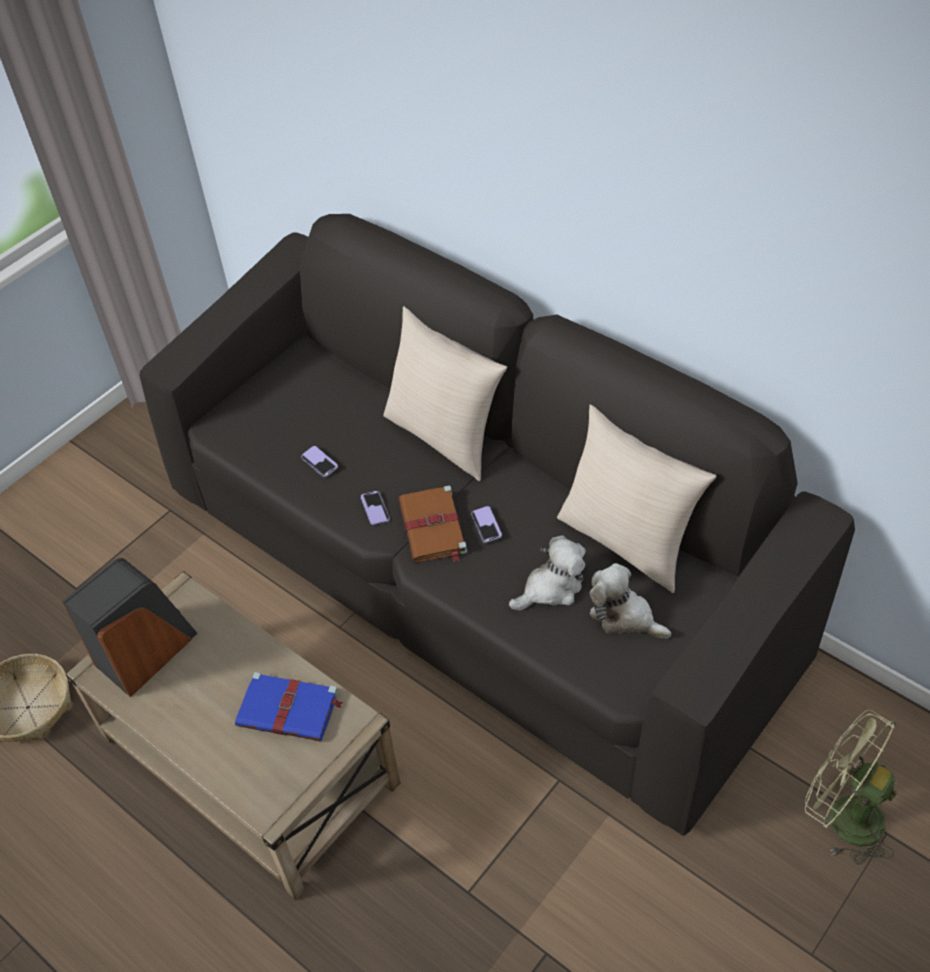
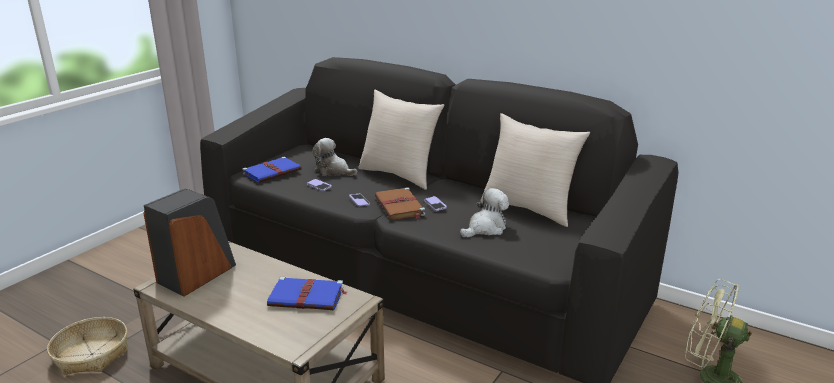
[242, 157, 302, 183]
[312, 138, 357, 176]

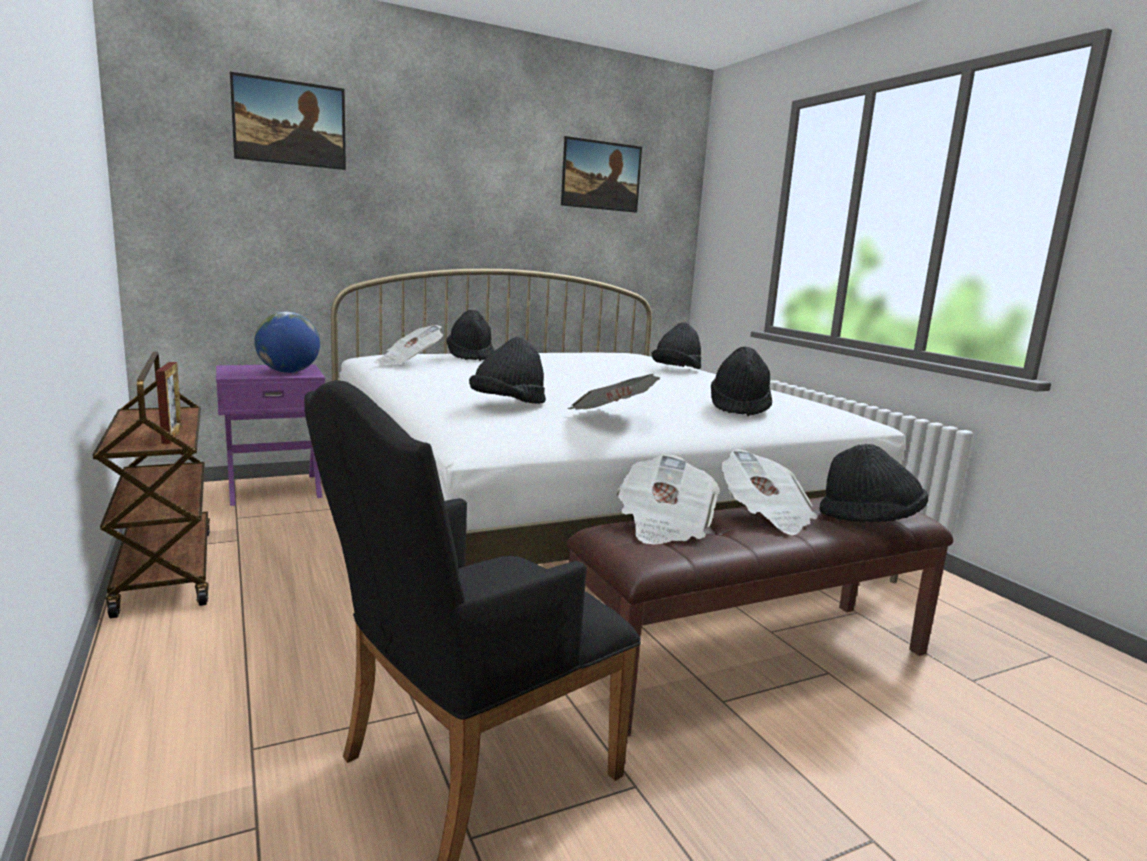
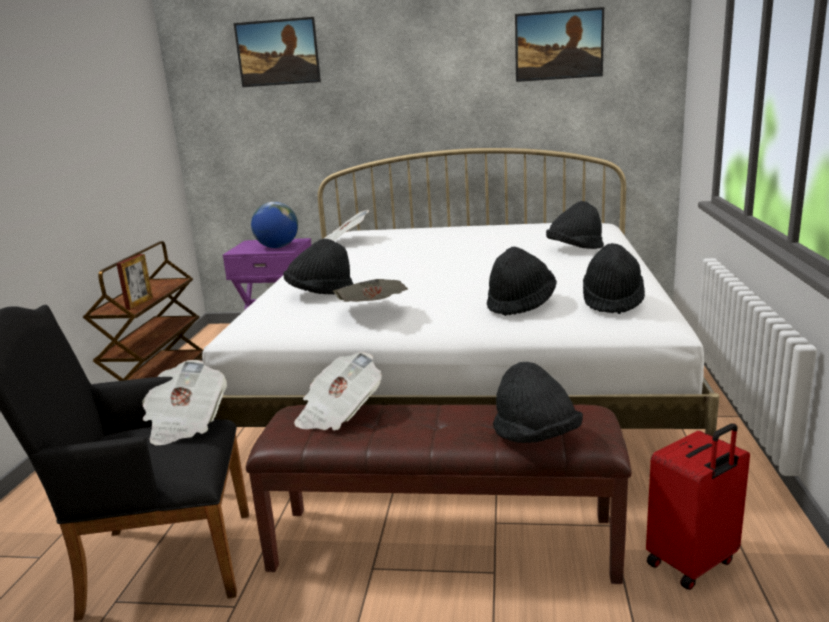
[142, 360, 227, 446]
[583, 243, 645, 314]
[646, 423, 750, 590]

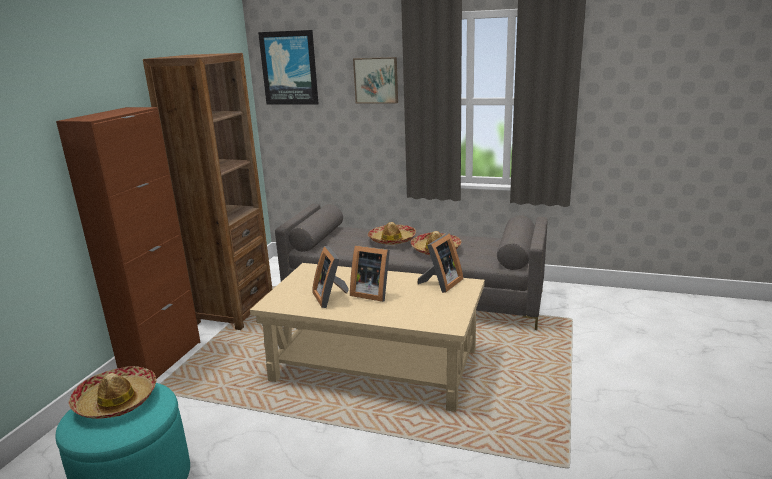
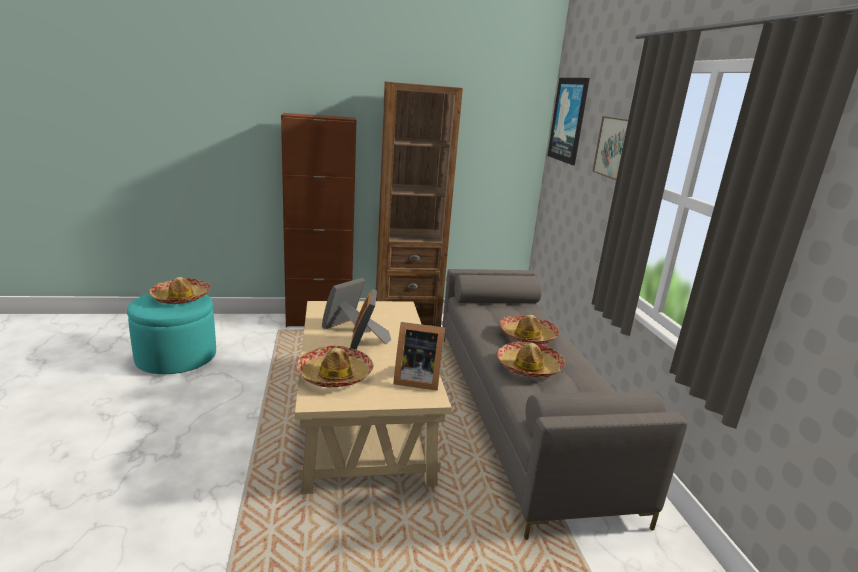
[297, 345, 374, 387]

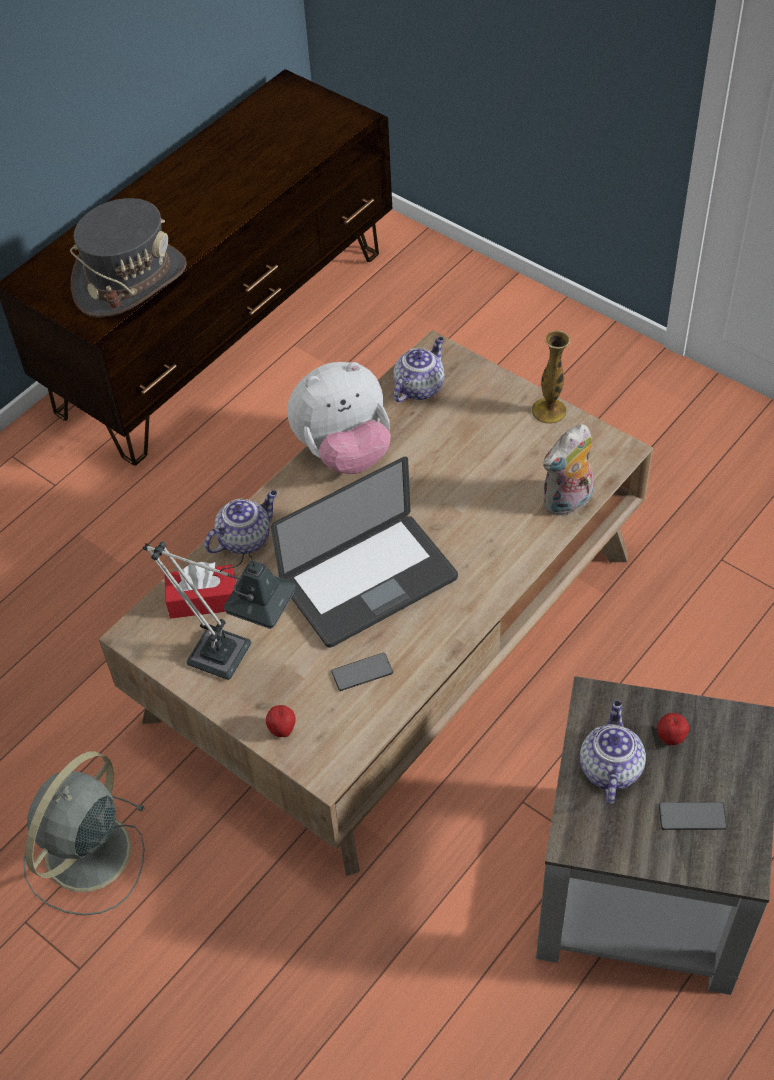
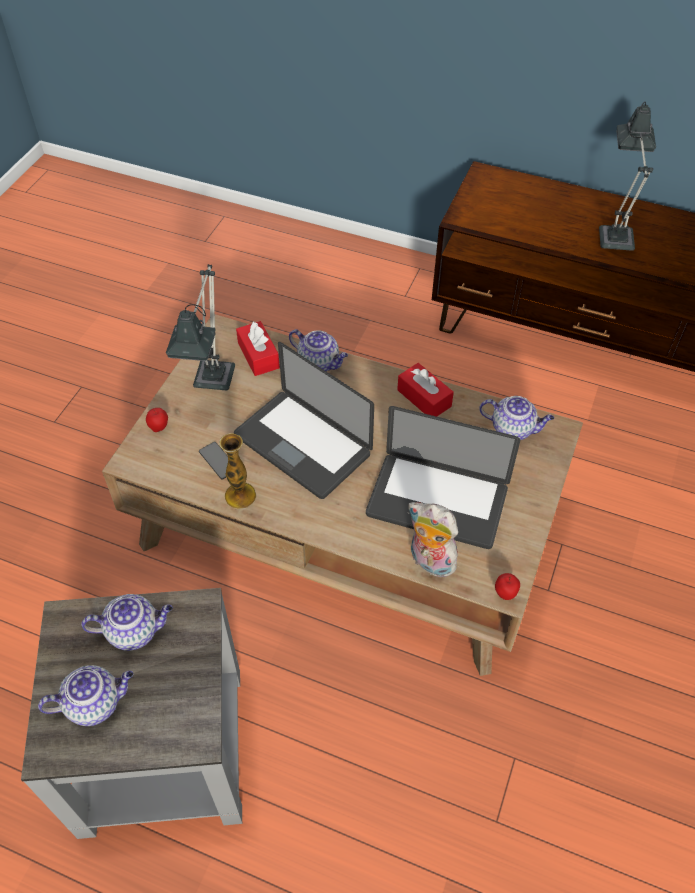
[38, 665, 133, 726]
[219, 433, 257, 509]
[366, 406, 520, 549]
[397, 363, 454, 417]
[495, 573, 520, 600]
[599, 102, 656, 251]
[24, 751, 145, 915] (first image)
[70, 198, 187, 318] (first image)

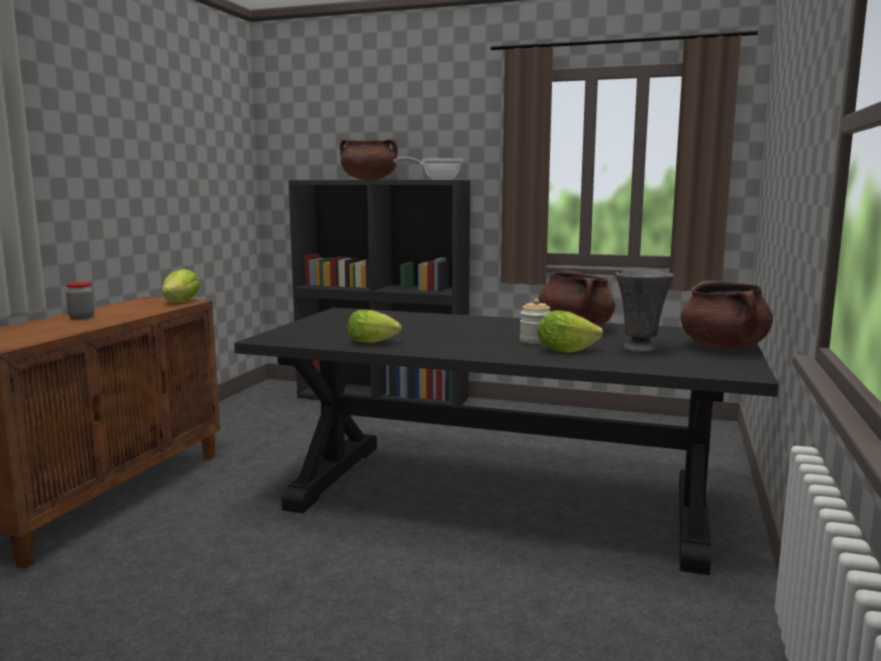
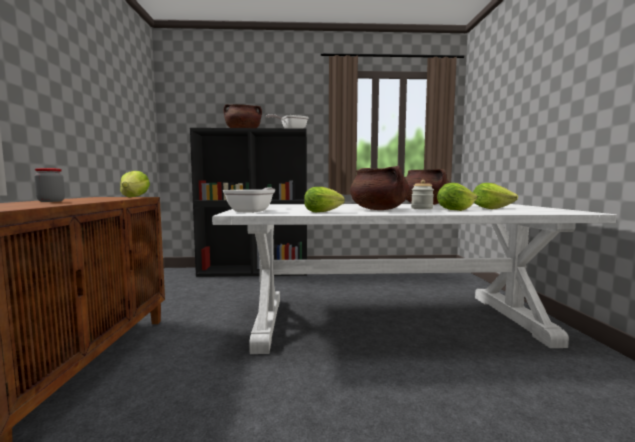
[212, 204, 617, 354]
[223, 187, 275, 213]
[350, 166, 409, 210]
[473, 183, 518, 209]

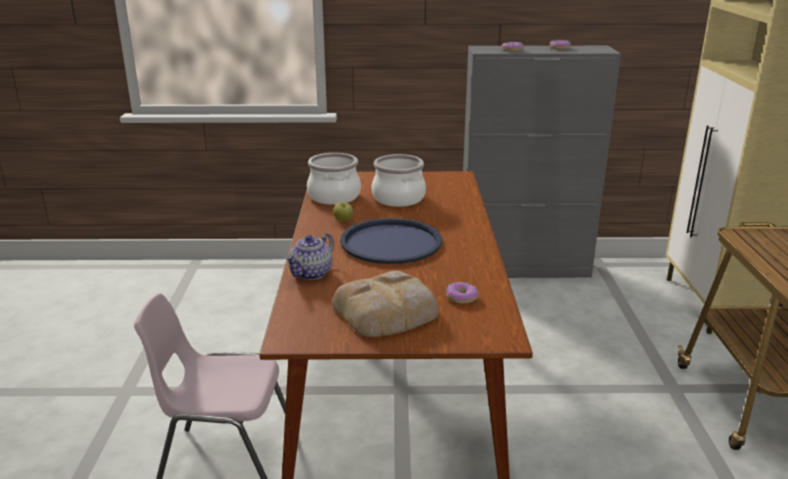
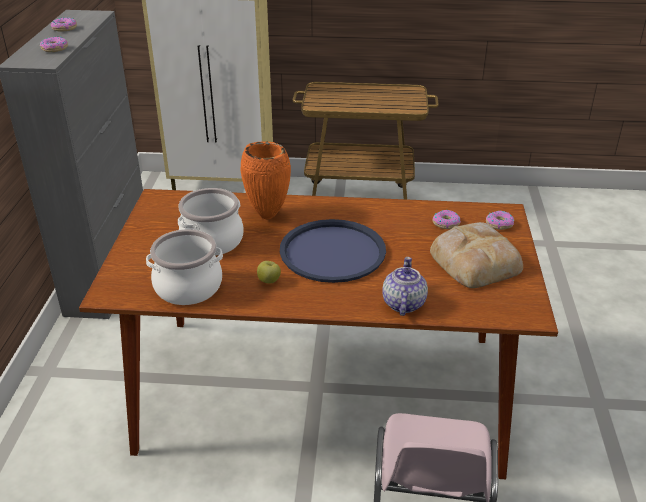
[241, 141, 291, 219]
[382, 257, 428, 316]
[486, 211, 514, 230]

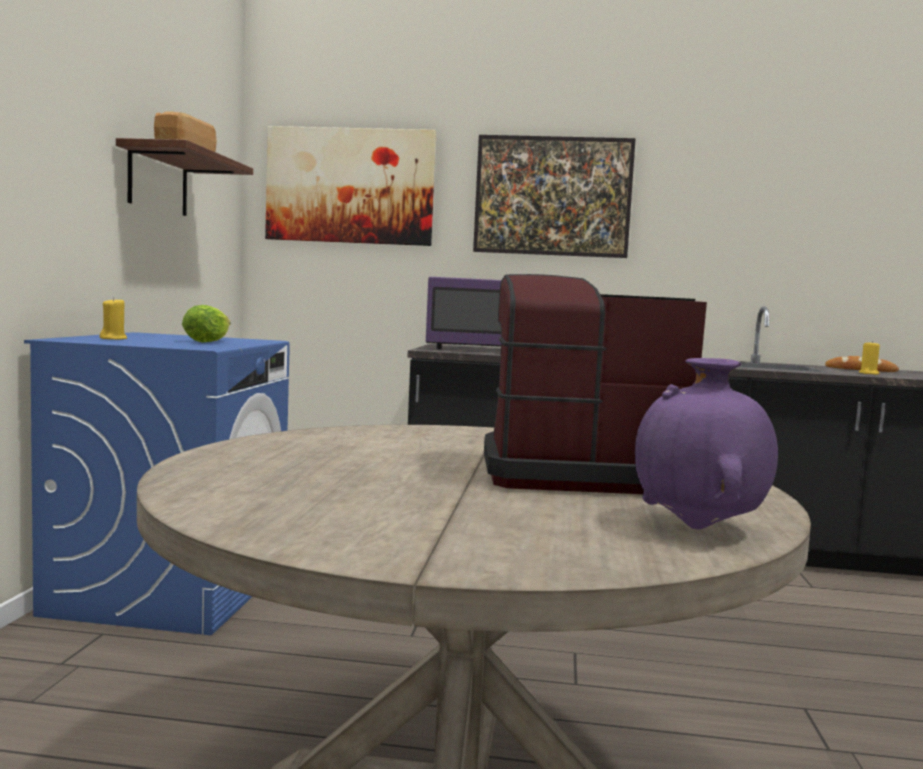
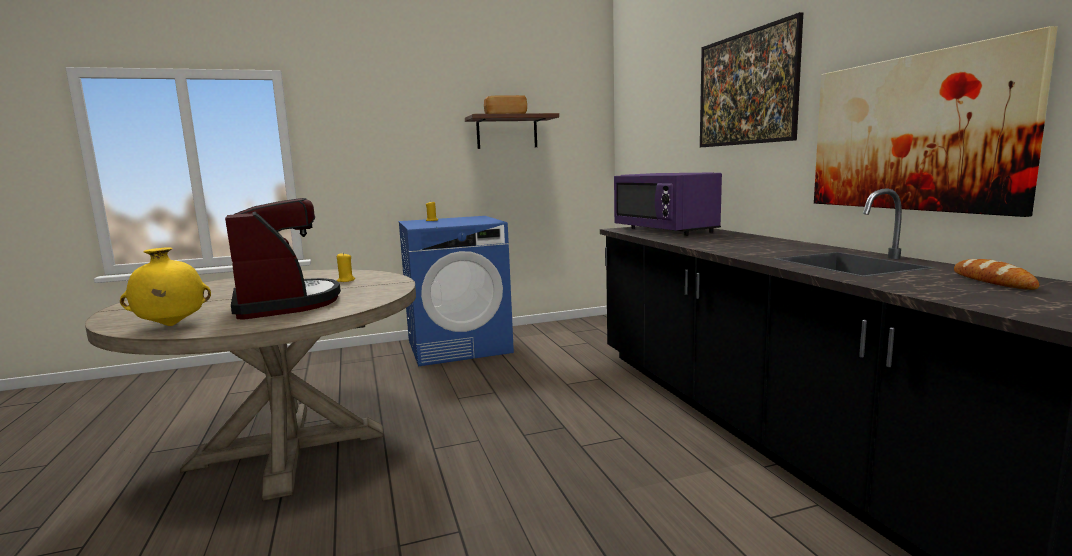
[120, 247, 211, 326]
[336, 253, 355, 282]
[814, 26, 1058, 217]
[182, 305, 230, 343] (first image)

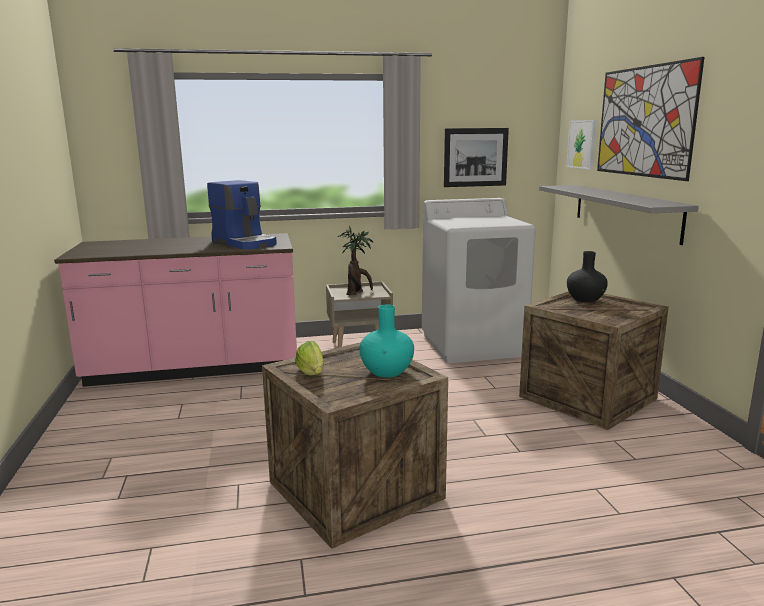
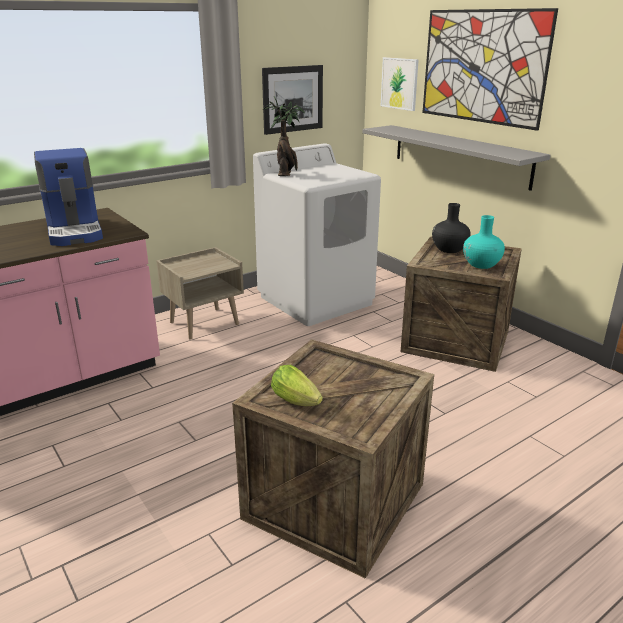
[34, 148, 103, 246]
[263, 97, 305, 176]
[463, 215, 505, 269]

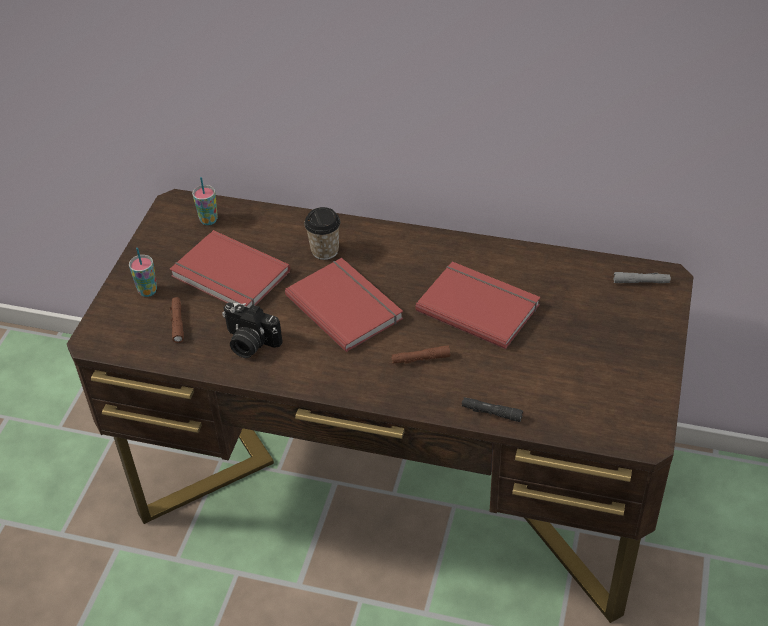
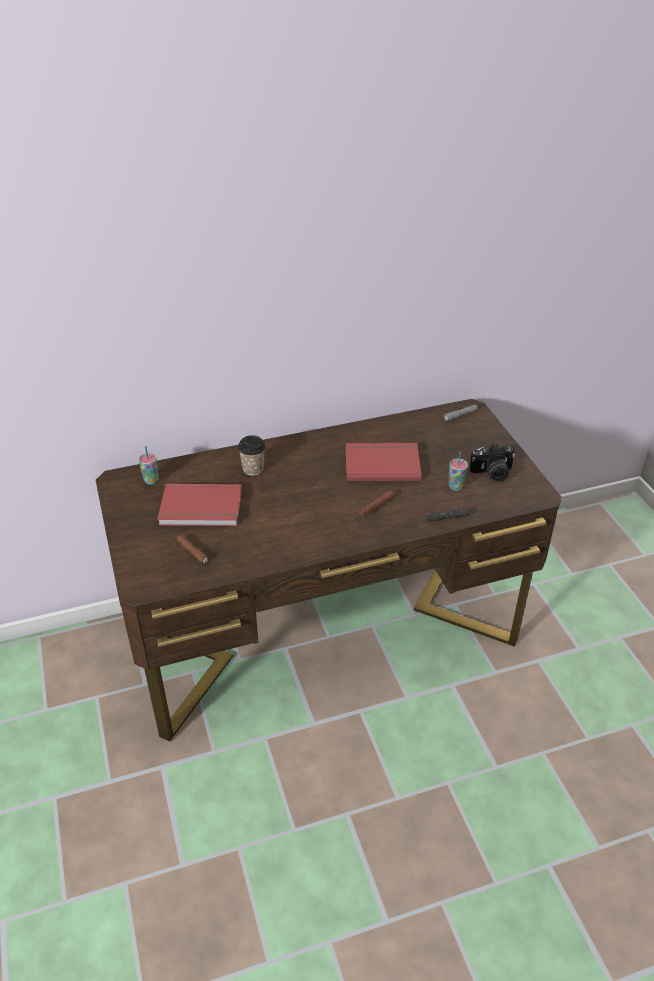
[449, 452, 468, 491]
[469, 444, 515, 482]
[285, 258, 403, 352] (first image)

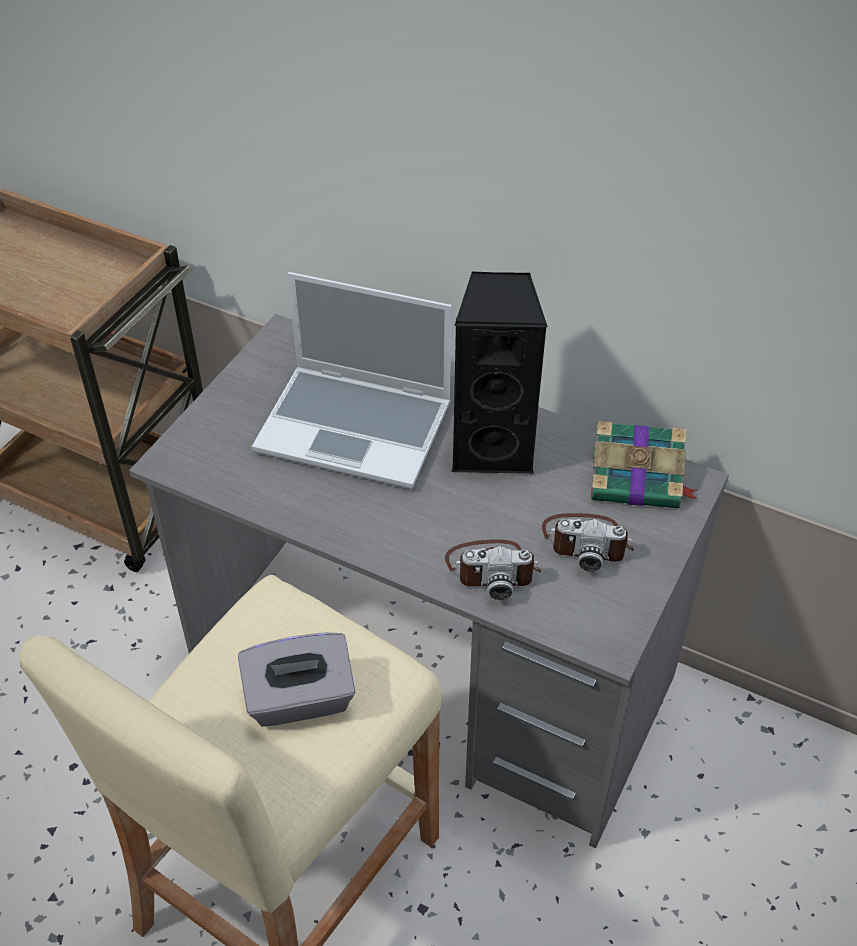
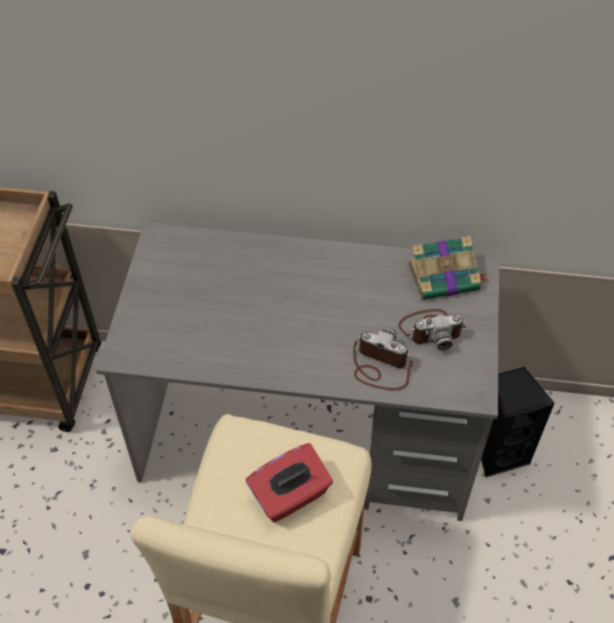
[246, 443, 333, 523]
[353, 327, 413, 390]
[481, 367, 555, 477]
[252, 272, 452, 489] (first image)

